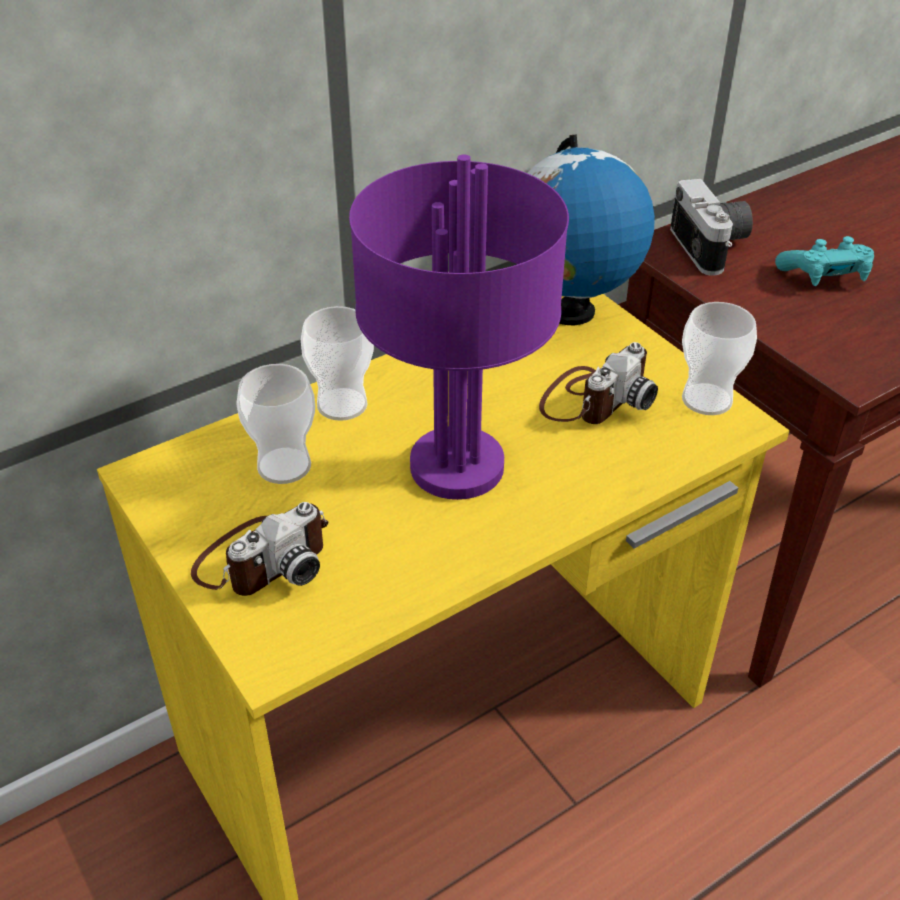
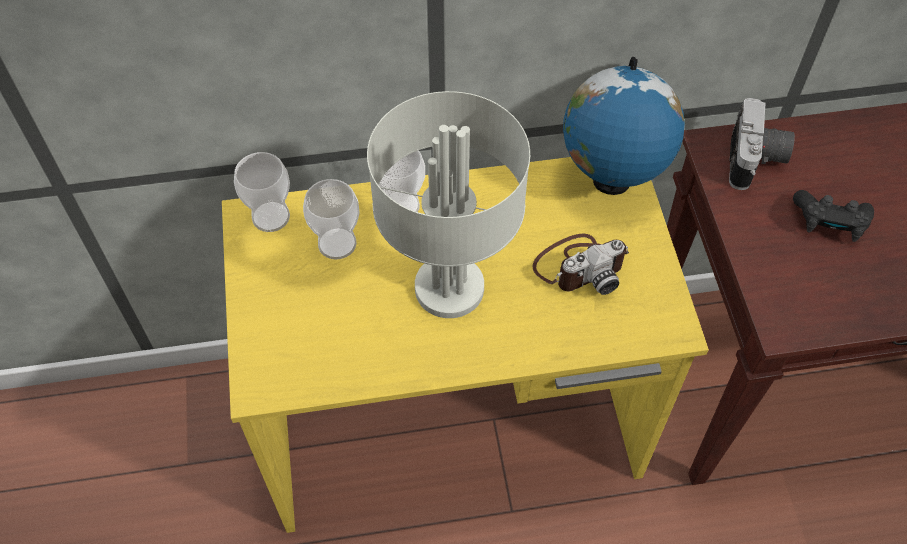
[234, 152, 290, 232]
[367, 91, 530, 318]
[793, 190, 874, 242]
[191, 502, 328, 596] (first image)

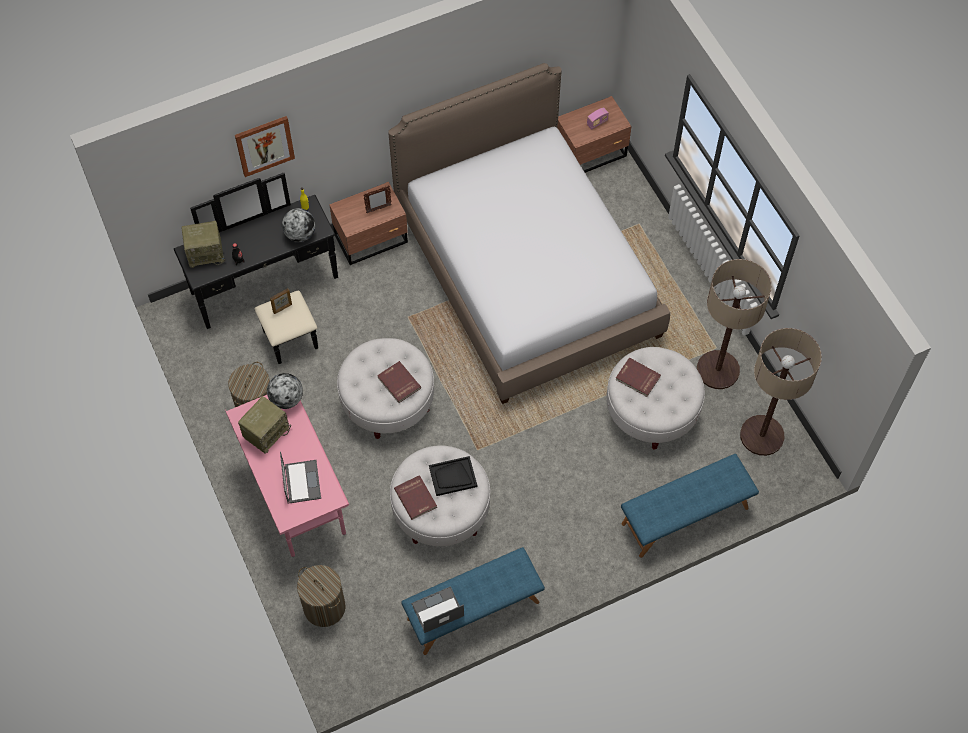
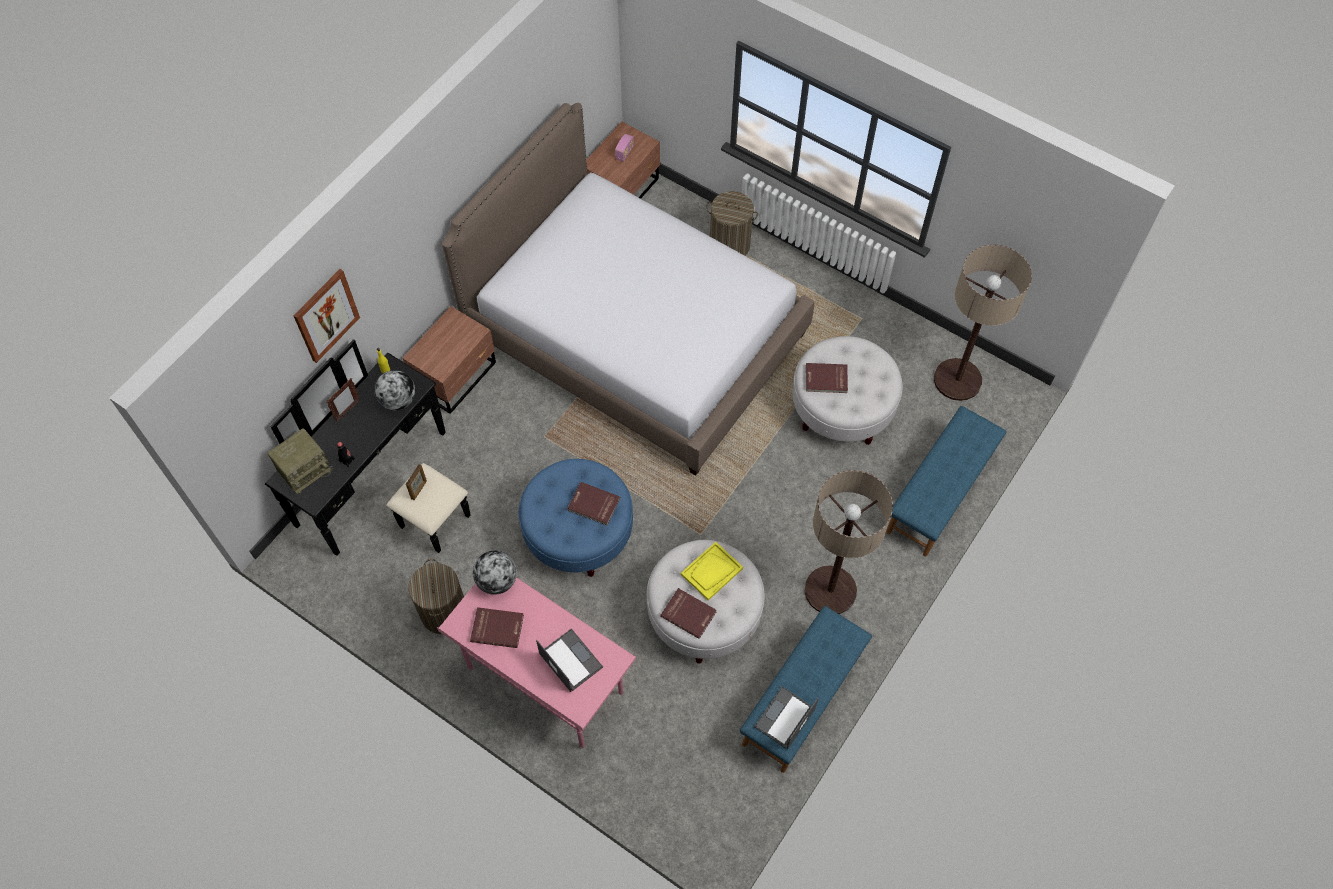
[327, 378, 360, 422]
[470, 607, 524, 648]
[519, 459, 633, 577]
[681, 542, 743, 601]
[706, 191, 758, 256]
[805, 470, 893, 614]

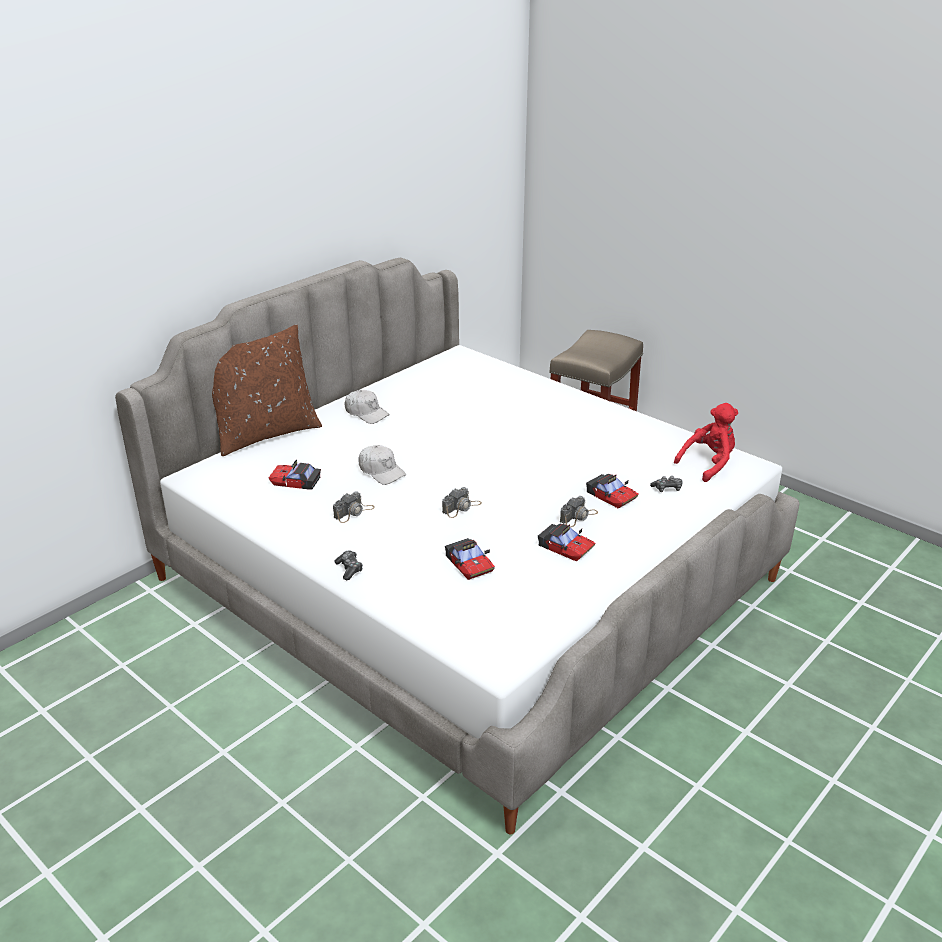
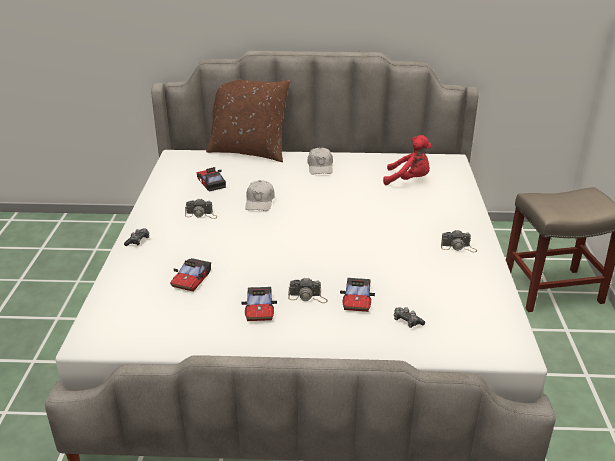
[383, 135, 432, 185]
[441, 230, 477, 252]

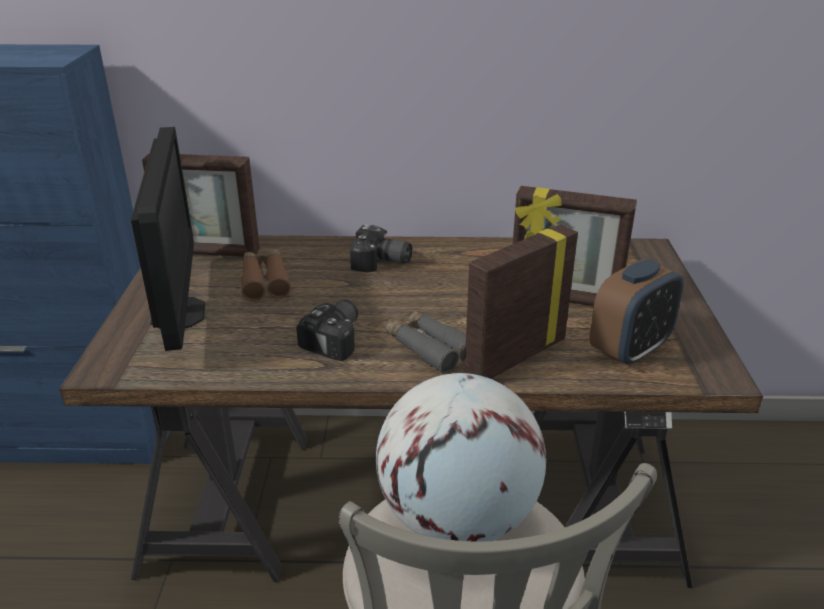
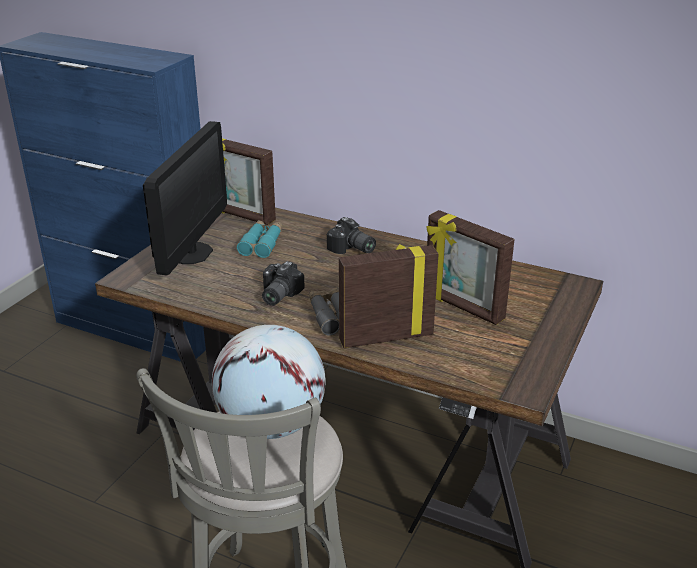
[237, 220, 282, 258]
[262, 261, 305, 306]
[589, 259, 683, 367] (first image)

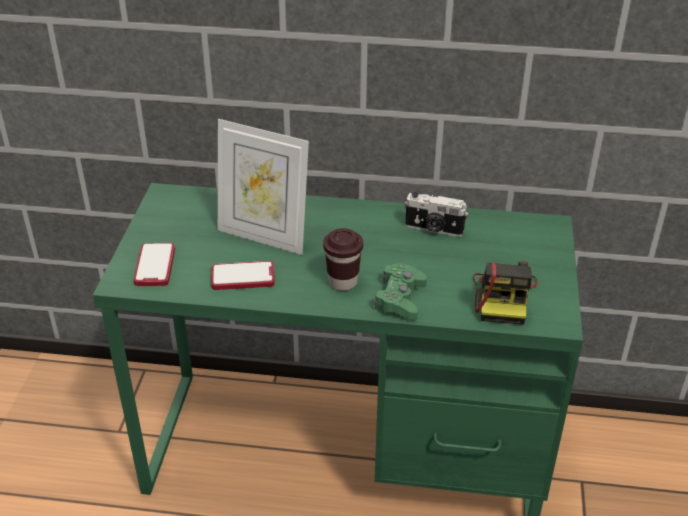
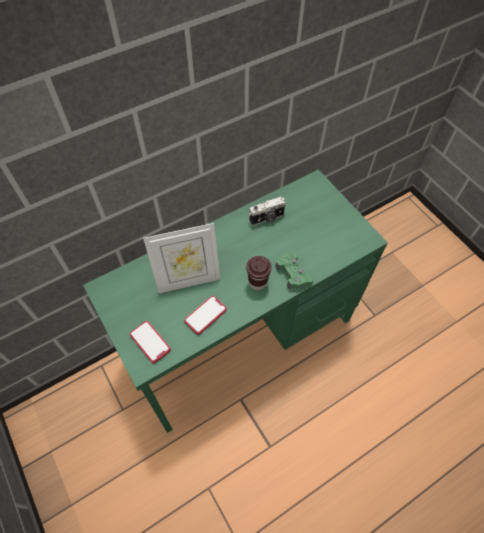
[473, 261, 538, 325] (first image)

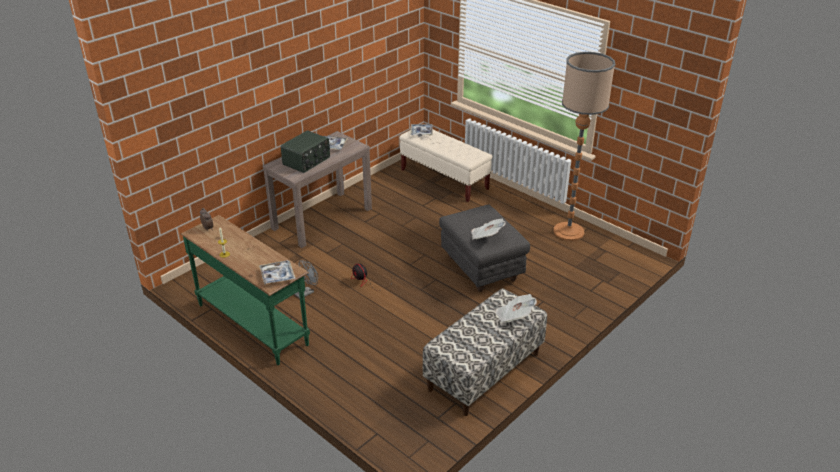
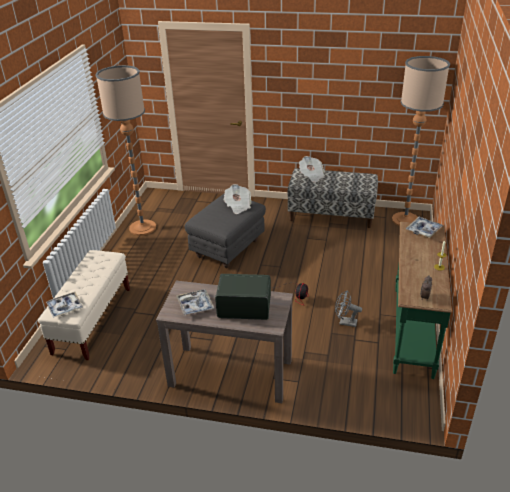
[392, 56, 450, 226]

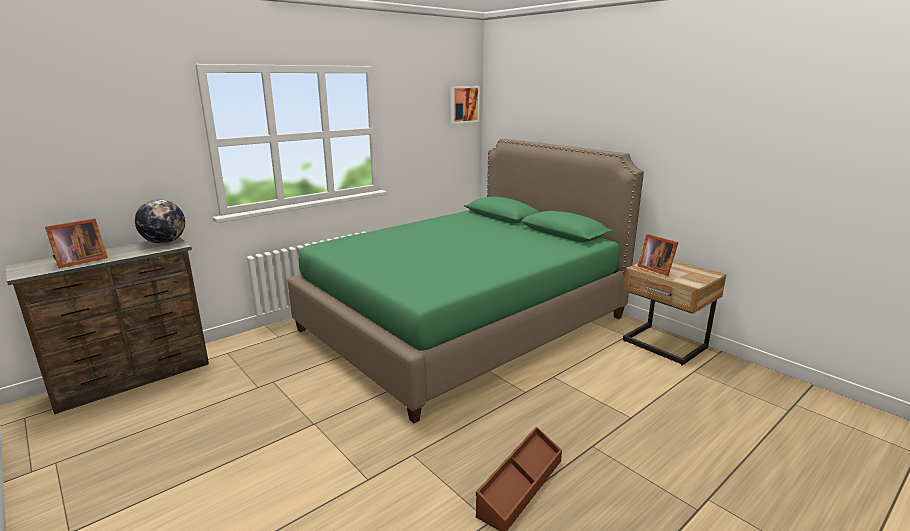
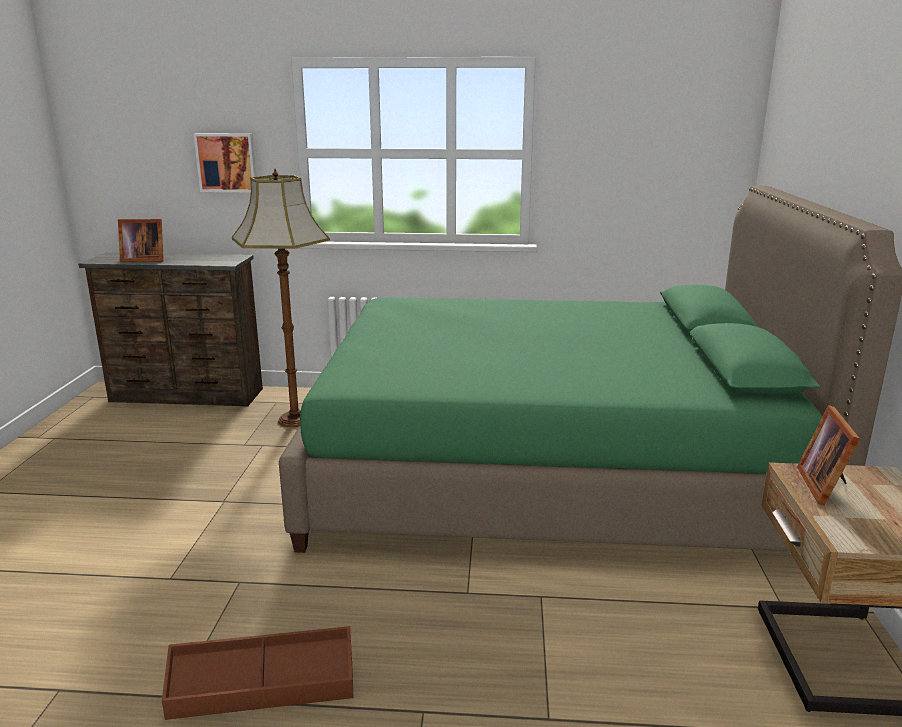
[194, 133, 256, 193]
[232, 169, 330, 427]
[135, 199, 185, 244] (first image)

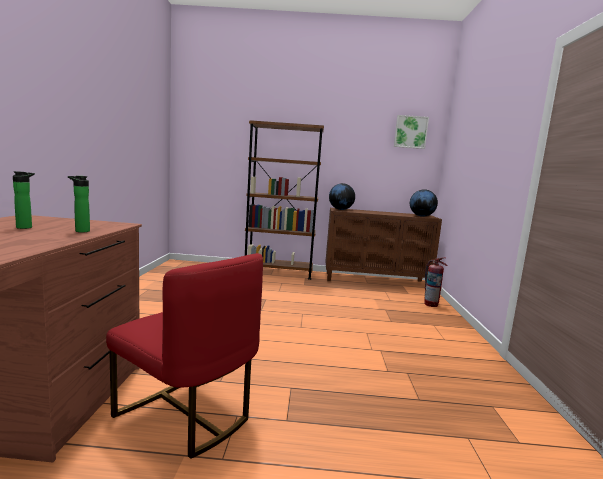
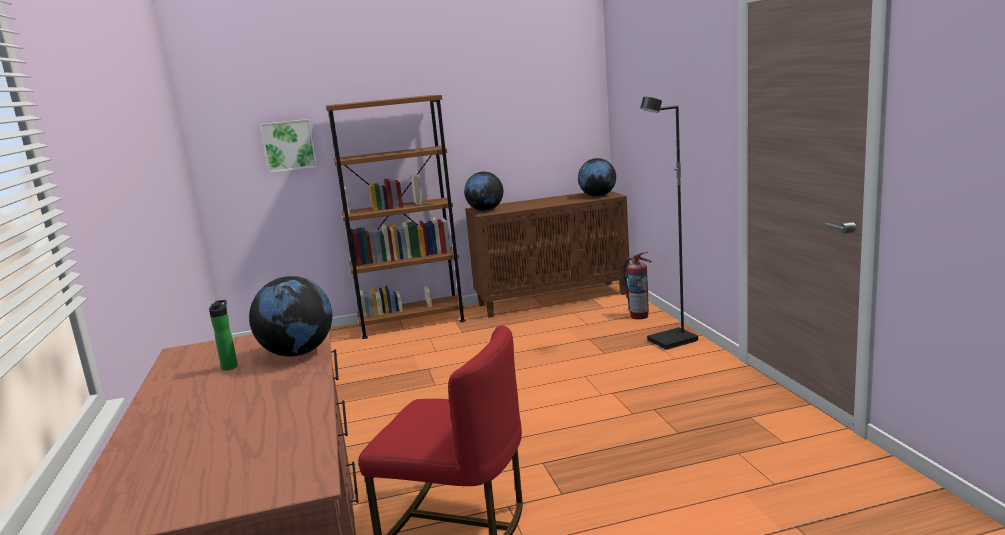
[249, 276, 332, 357]
[260, 119, 317, 173]
[640, 97, 698, 350]

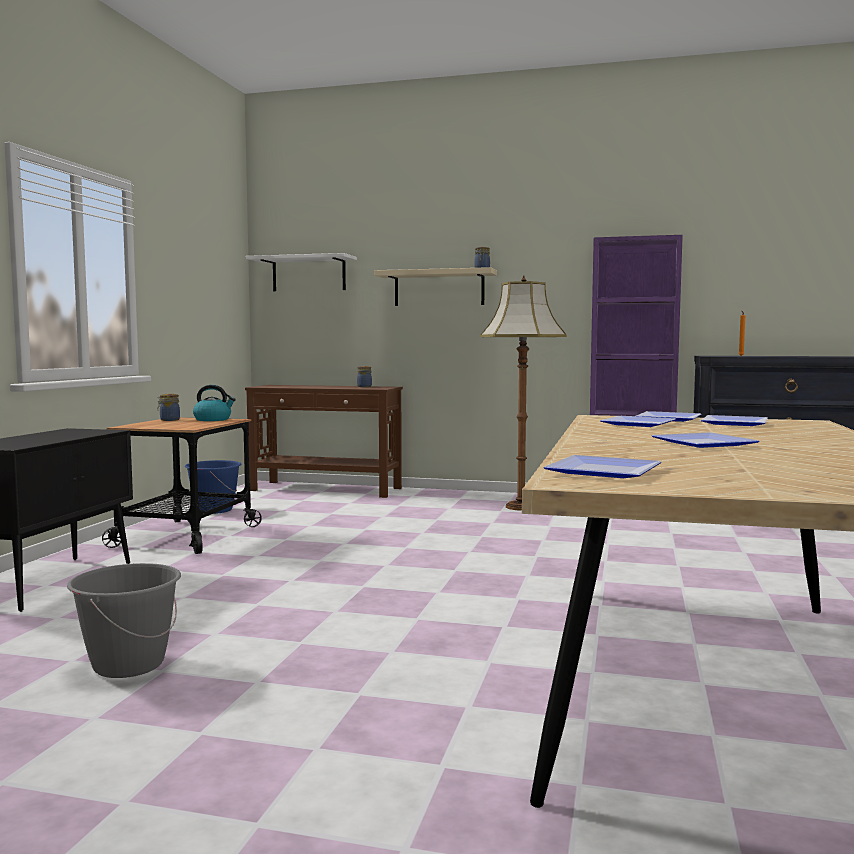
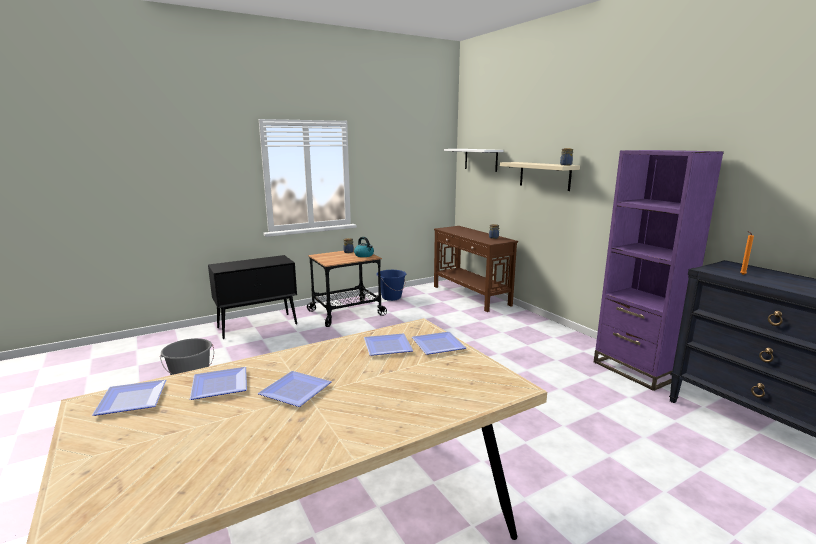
[190, 367, 247, 400]
[480, 275, 567, 511] (first image)

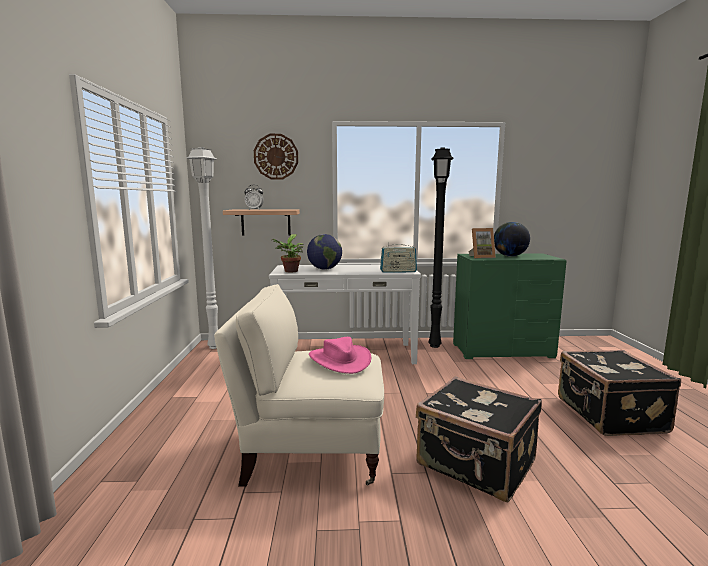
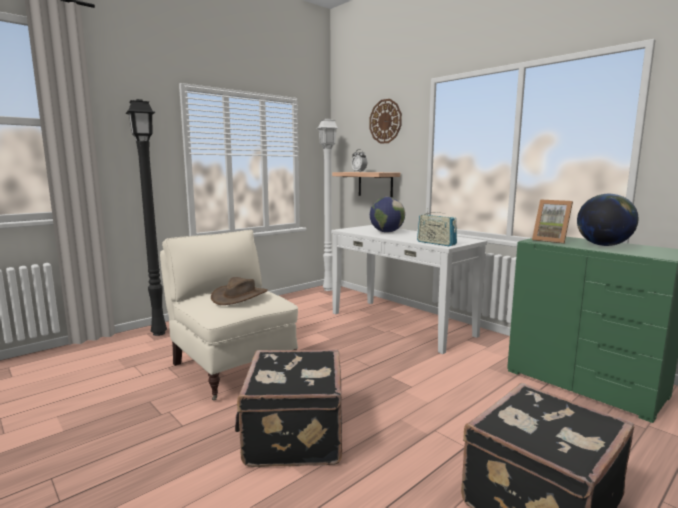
[125, 99, 167, 336]
[211, 277, 268, 305]
[272, 234, 304, 273] (first image)

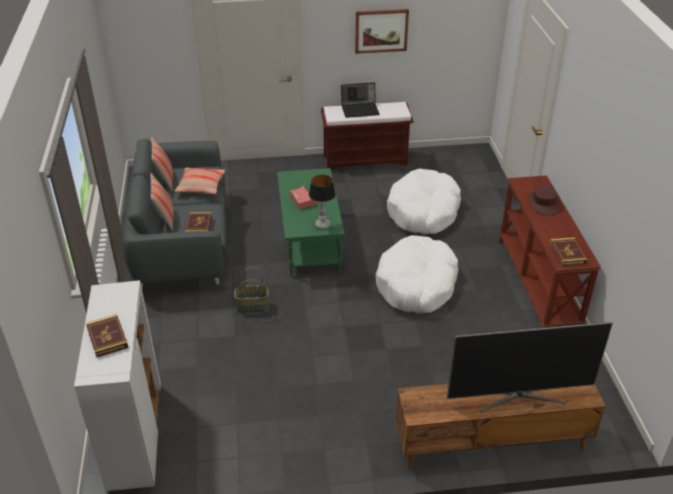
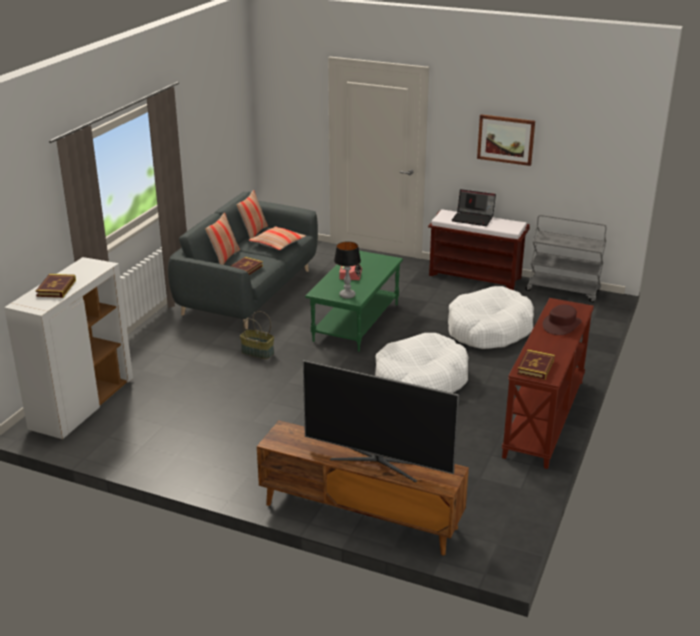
[526, 215, 607, 303]

